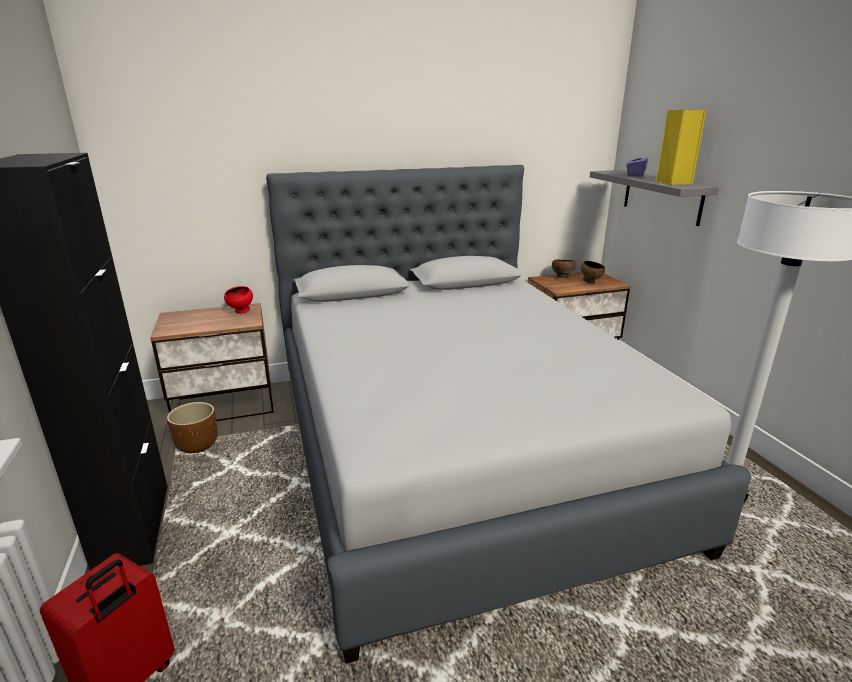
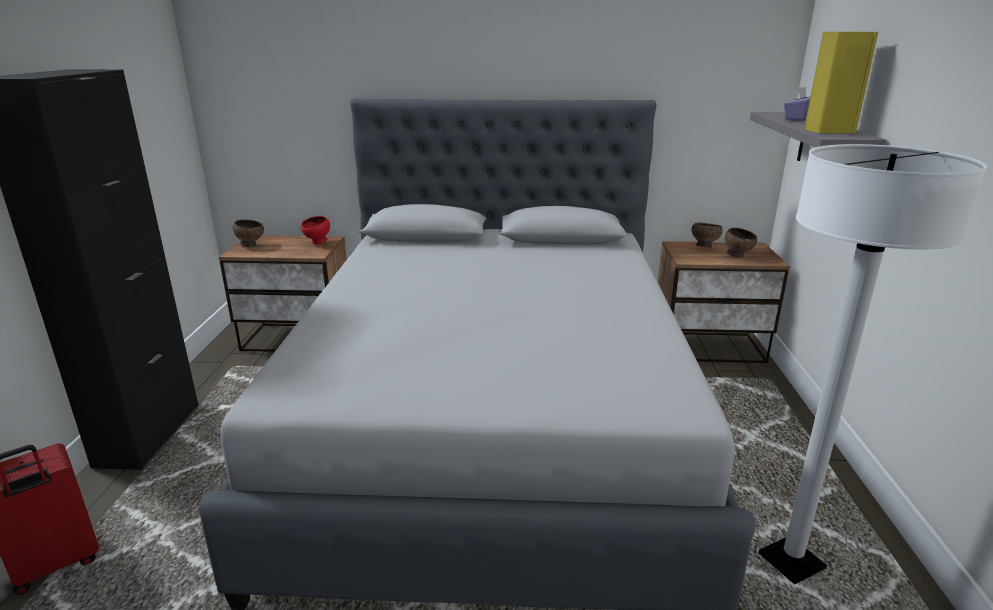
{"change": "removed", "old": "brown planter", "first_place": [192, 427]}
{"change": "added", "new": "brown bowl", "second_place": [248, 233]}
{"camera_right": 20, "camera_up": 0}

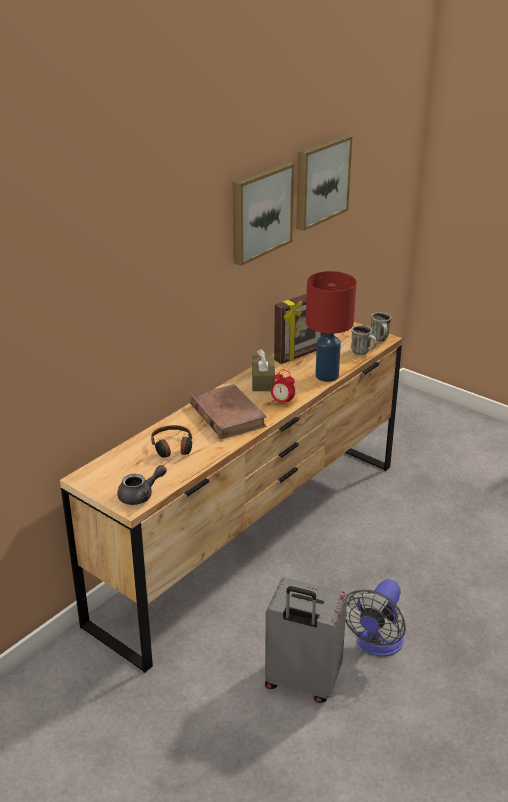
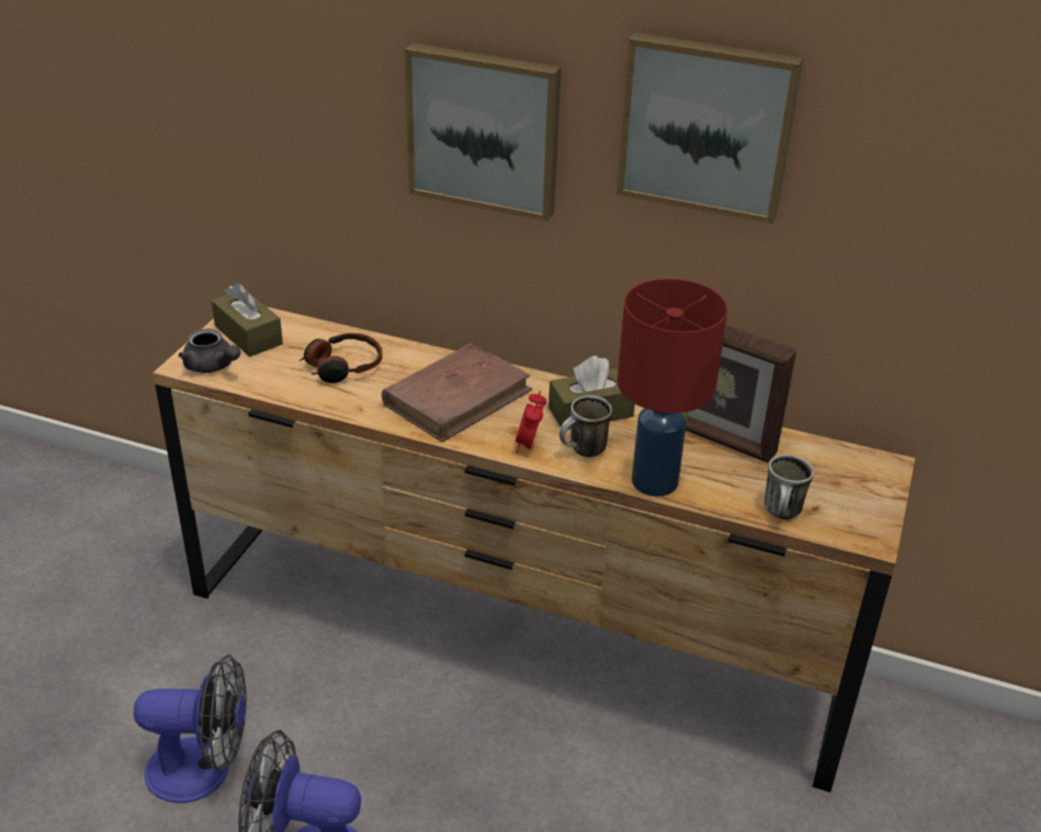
{"change": "moved", "old": "picture", "first_place": [324, 182], "second_place": [483, 132]}
{"change": "moved", "old": "mug", "first_place": [381, 326], "second_place": [585, 426]}
{"change": "replaced", "old": "grey suitcase", "new": "fan", "first_place": [306, 640], "second_place": [190, 729]}
{"change": "added", "new": "brown tissue box", "second_place": [247, 320]}
{"camera_right": 70, "camera_up": 5}

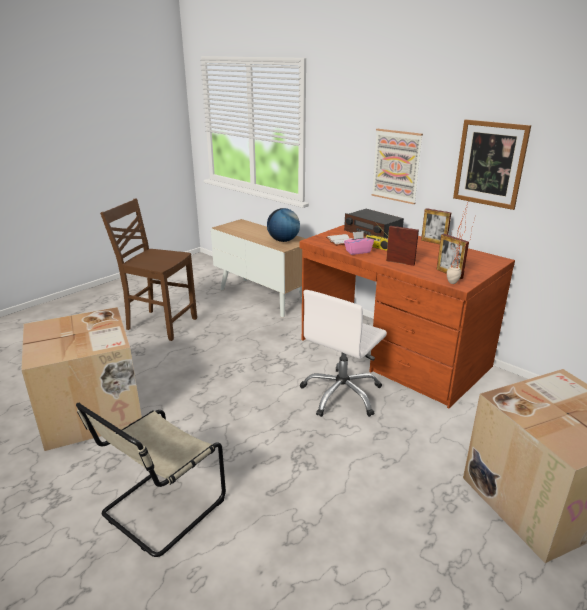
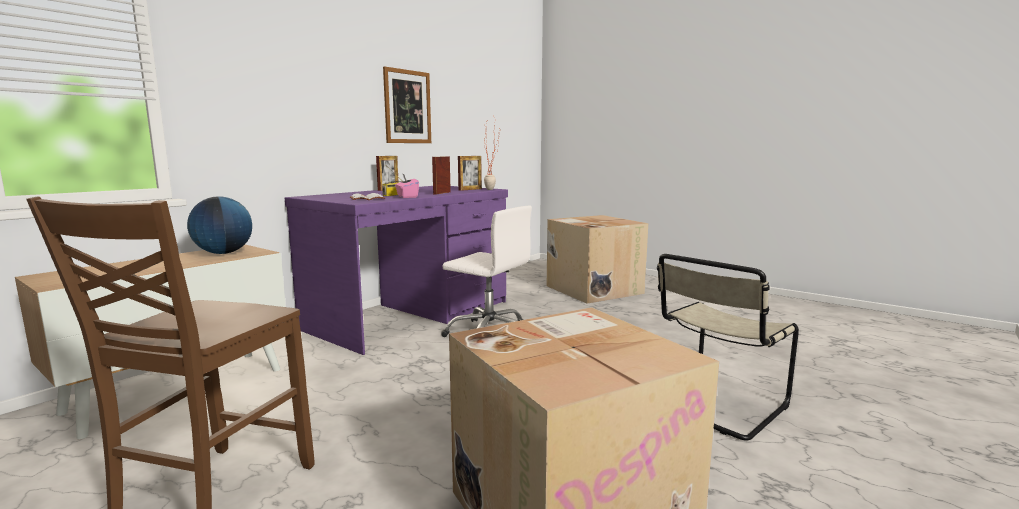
{"change": "removed", "old": "picture", "first_place": [397, 166]}
{"change": "removed", "old": "radio", "first_place": [374, 223]}
{"change": "recoloured", "old": "brown desk", "new": "purple desk", "first_place": [407, 317], "second_place": [396, 270]}
{"change": "turned", "old": "beige chair", "first_place": [151, 480], "second_place": [728, 347], "degrees": 105}
{"camera_right": -95, "camera_up": -15}

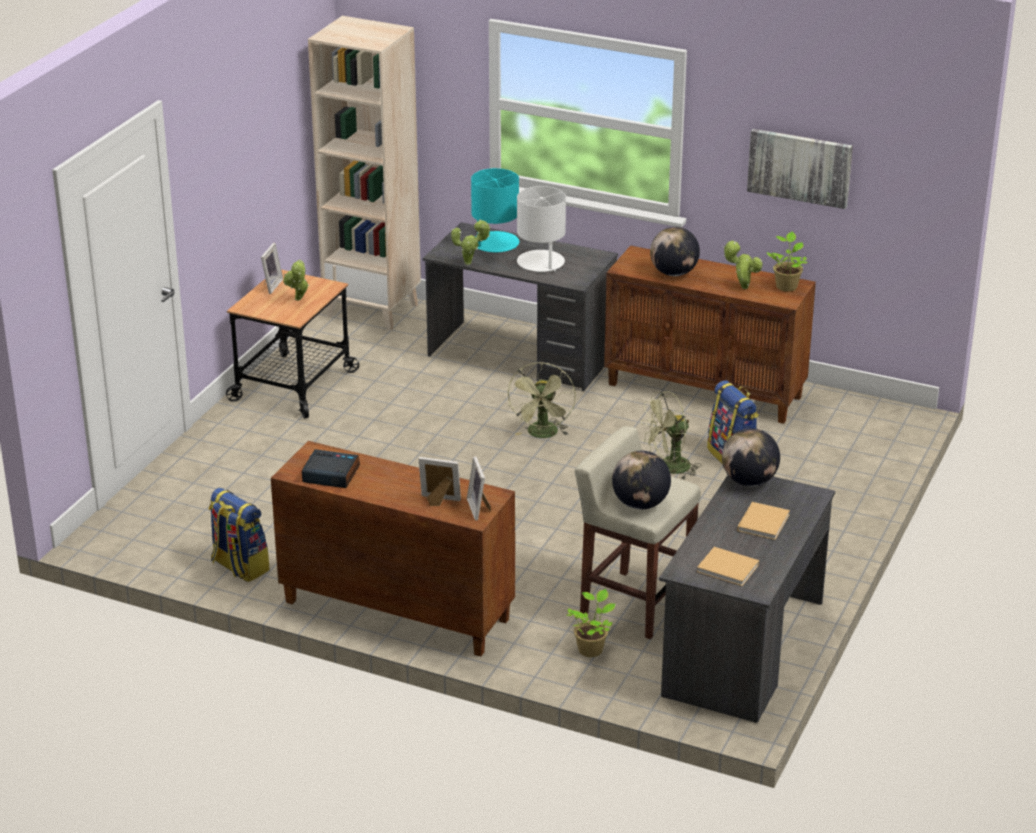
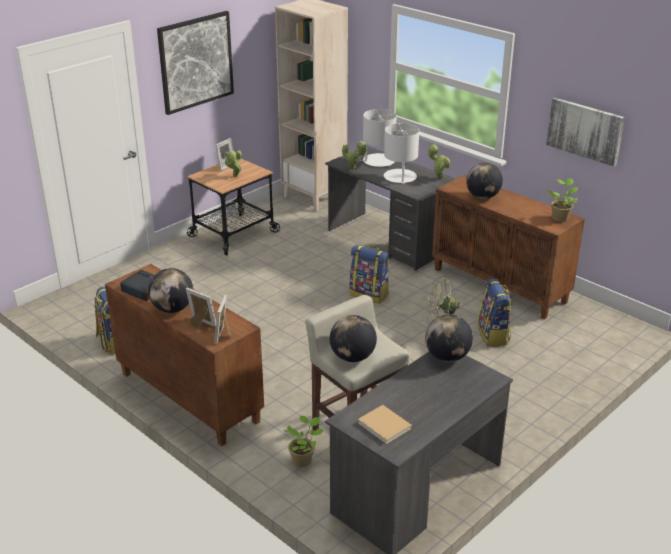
{"change": "recoloured", "old": "turquoise table lamp", "new": "white table lamp", "first_place": [495, 210], "second_place": [378, 138]}
{"change": "moved", "old": "potted plant", "first_place": [742, 264], "second_place": [439, 161]}
{"change": "replaced", "old": "green fan", "new": "backpack", "first_place": [542, 400], "second_place": [369, 274]}
{"change": "removed", "old": "beige book", "first_place": [763, 521]}
{"change": "added", "new": "picture", "second_place": [195, 63]}
{"change": "added", "new": "globe", "second_place": [171, 290]}
{"camera_right": 20, "camera_up": 0}

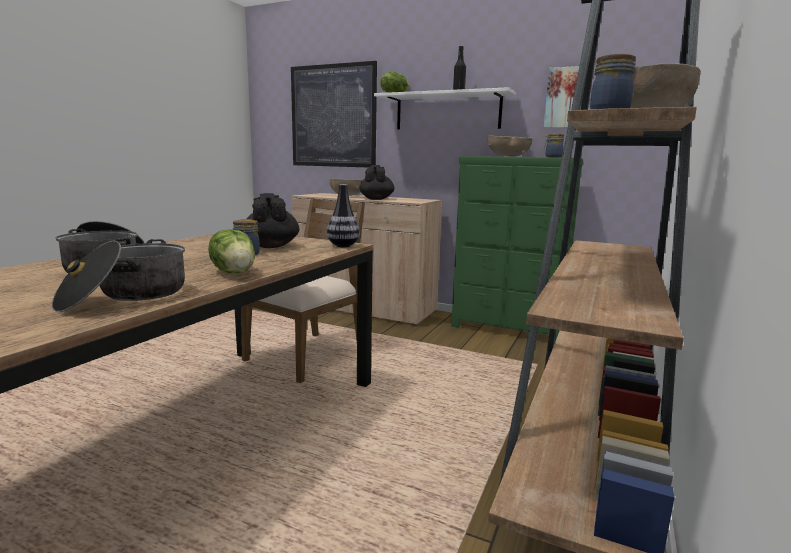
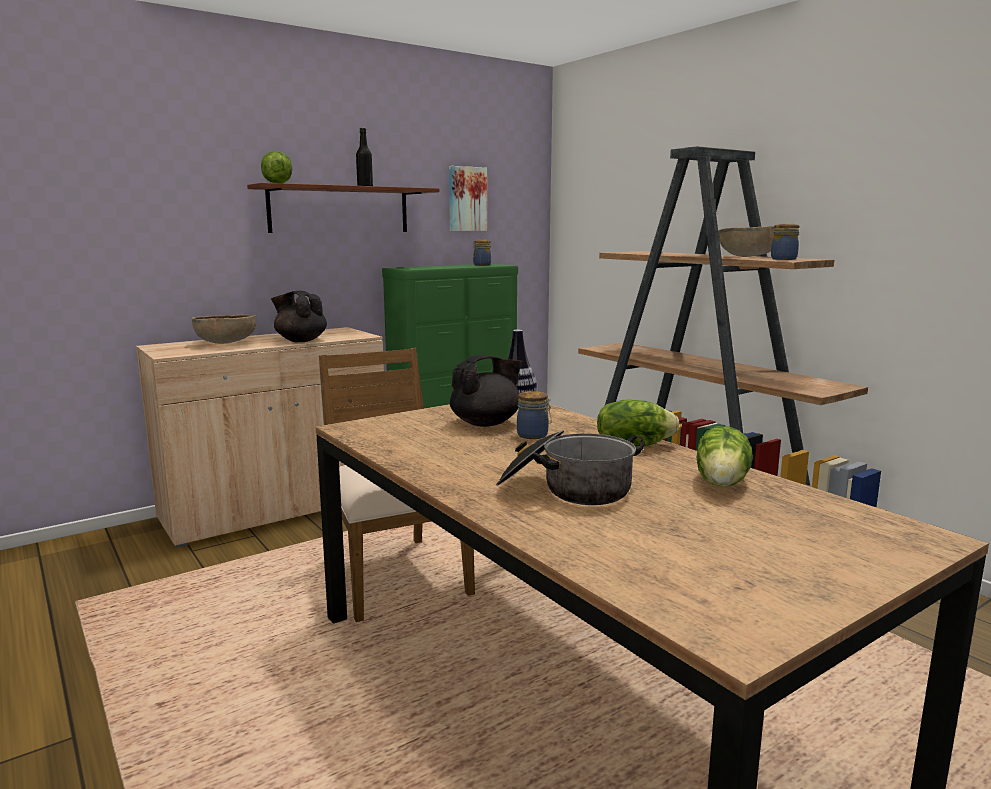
{"change": "removed", "old": "picture", "first_place": [334, 114]}
{"change": "recoloured", "old": "white shelf", "new": "brown shelf", "first_place": [445, 108], "second_place": [343, 208]}
{"change": "removed", "old": "brown bowl", "first_place": [510, 146]}
{"change": "turned", "old": "black teapot", "first_place": [273, 220], "second_place": [486, 391], "degrees": 135}
{"change": "replaced", "old": "cooking pot", "new": "lettuce", "first_place": [118, 275], "second_place": [725, 456]}
{"camera_right": -60, "camera_up": 0}

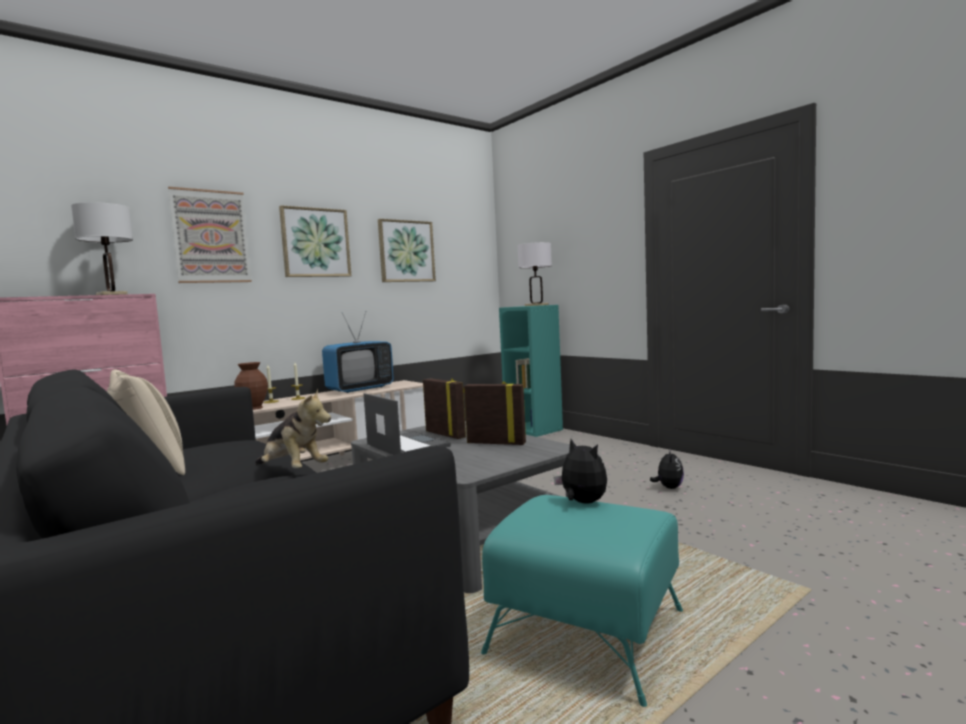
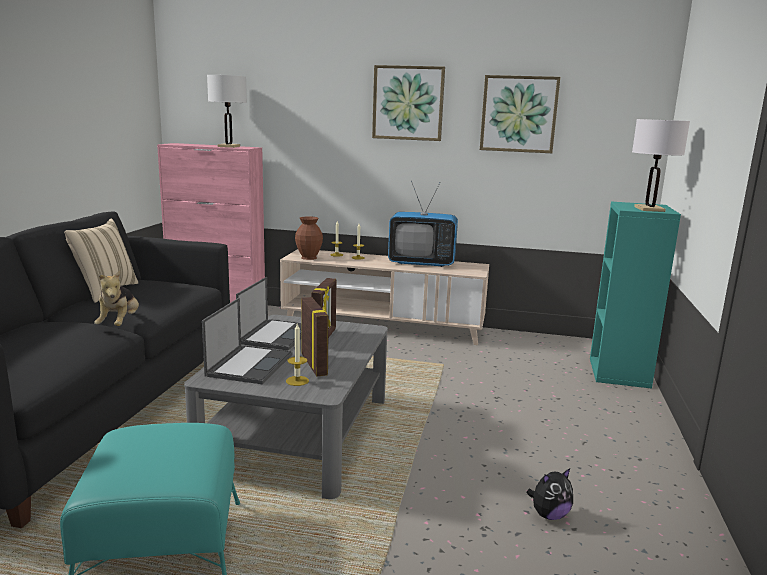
{"change": "removed", "old": "picture", "first_place": [210, 235]}
{"change": "removed", "old": "plush toy", "first_place": [580, 471]}
{"change": "added", "new": "laptop", "second_place": [247, 341]}
{"change": "added", "new": "candle", "second_place": [297, 355]}
{"camera_right": 50, "camera_up": 10}

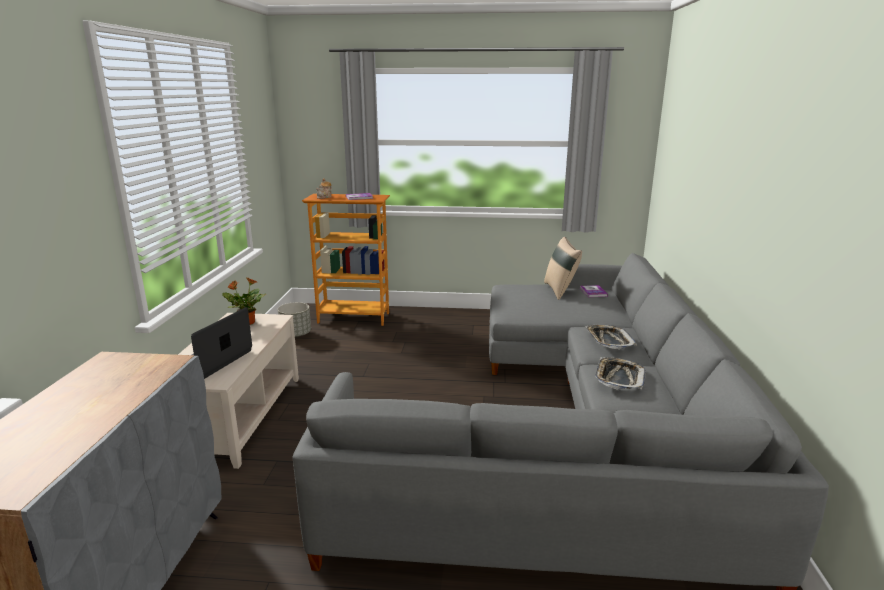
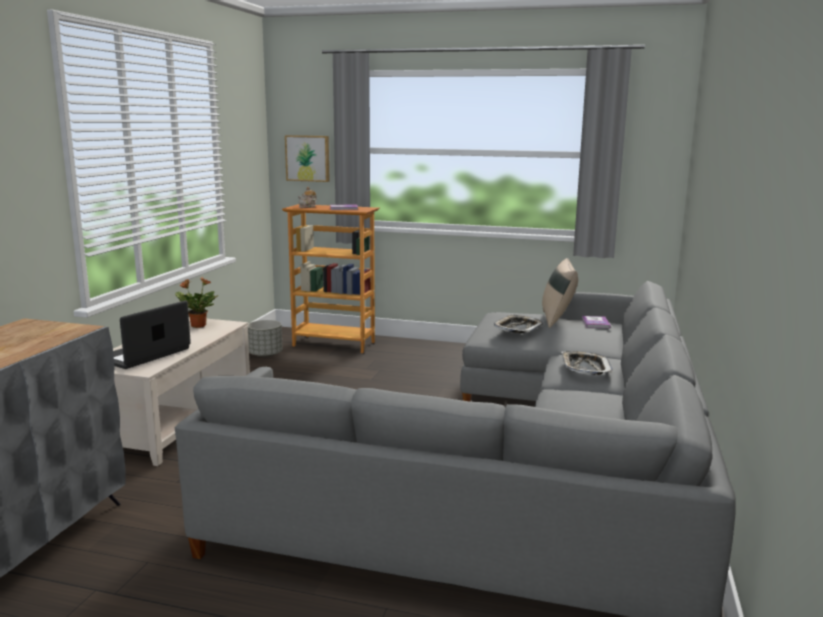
{"change": "moved", "old": "tray", "first_place": [620, 373], "second_place": [518, 324]}
{"change": "added", "new": "picture", "second_place": [307, 158]}
{"camera_right": 10, "camera_up": -5}

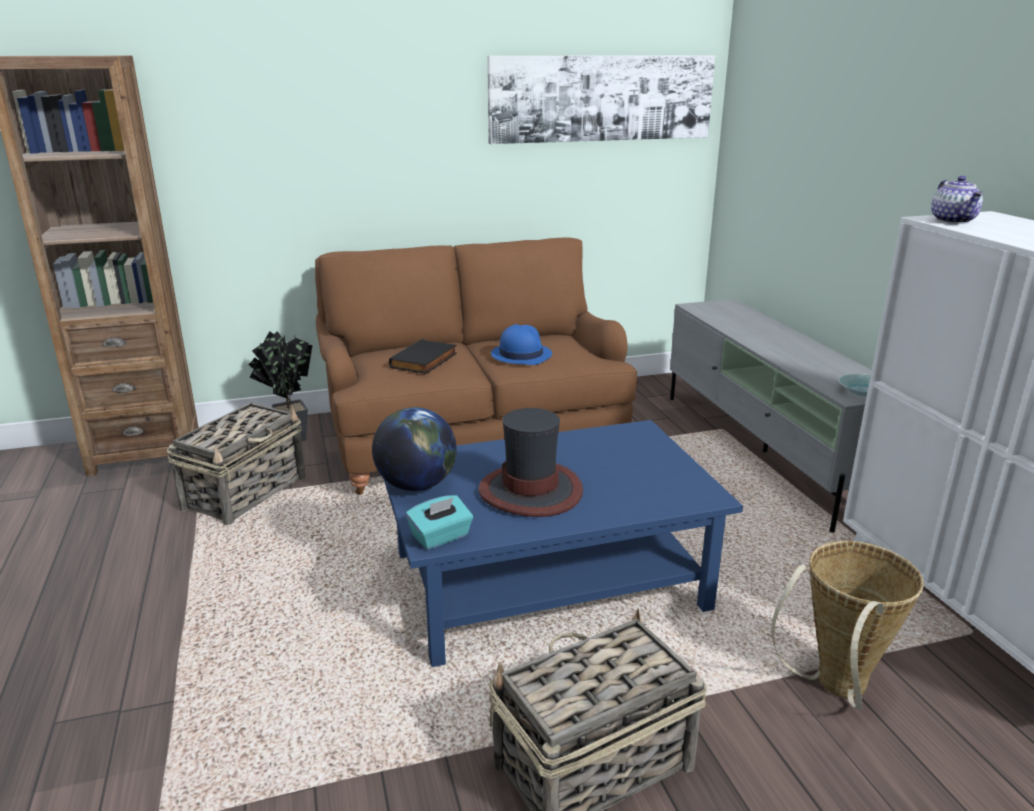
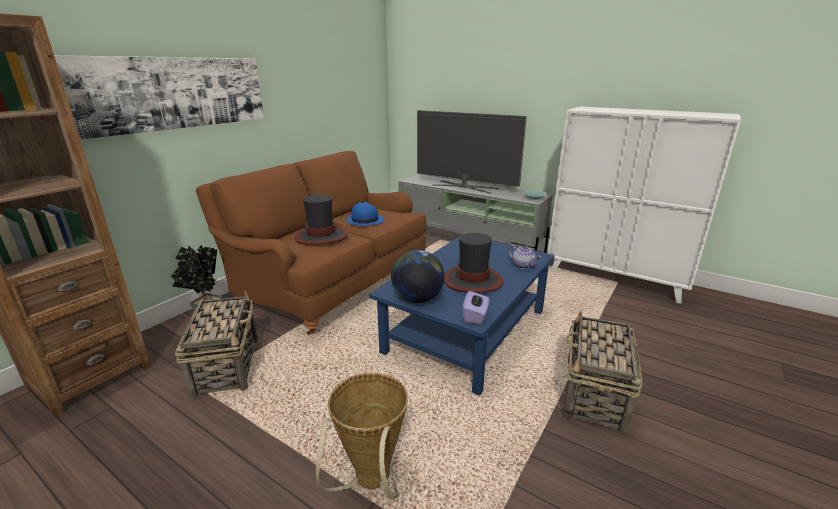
{"change": "moved", "old": "picture", "first_place": [601, 99], "second_place": [159, 97]}
{"change": "moved", "old": "teapot", "first_place": [957, 200], "second_place": [524, 257]}
{"change": "replaced", "old": "black book", "new": "hat", "first_place": [423, 356], "second_place": [321, 220]}
{"change": "recoloured", "old": "turquoise tissue box", "new": "purple tissue box", "first_place": [439, 522], "second_place": [475, 308]}
{"change": "moved", "old": "basket", "first_place": [847, 625], "second_place": [361, 436]}
{"change": "added", "new": "television", "second_place": [472, 152]}
{"camera_right": -40, "camera_up": 0}

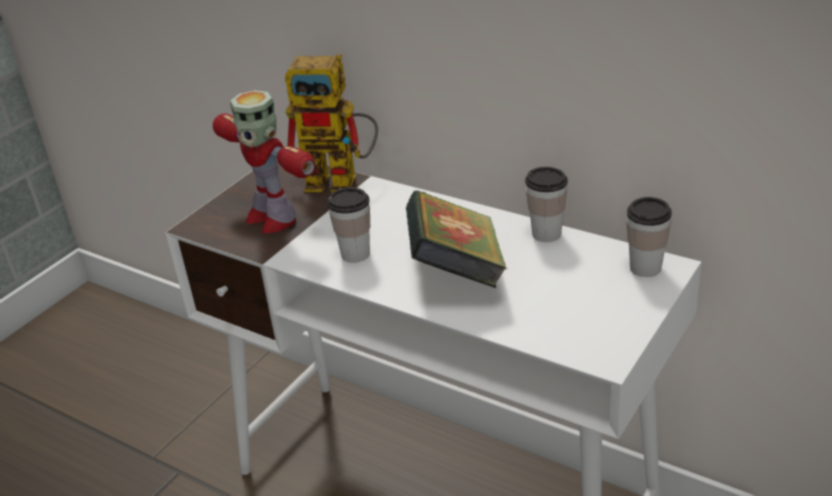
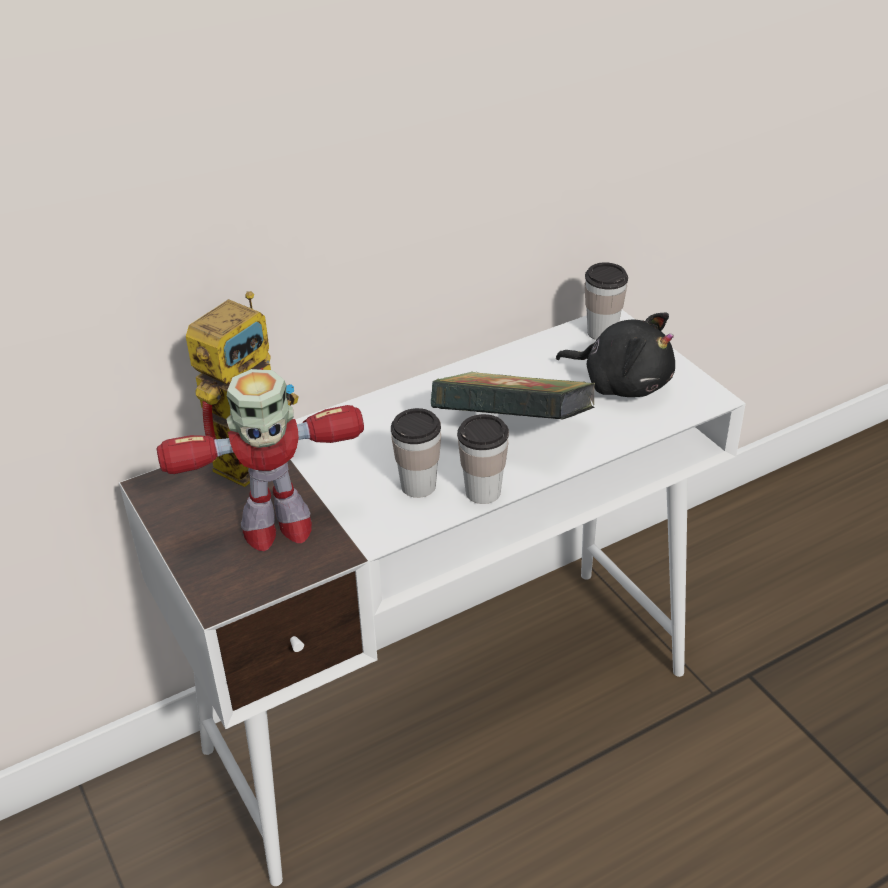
{"change": "moved", "old": "cup", "first_place": [546, 204], "second_place": [483, 459]}
{"change": "added", "new": "black plush toy", "second_place": [615, 354]}
{"camera_right": -65, "camera_up": 5}

